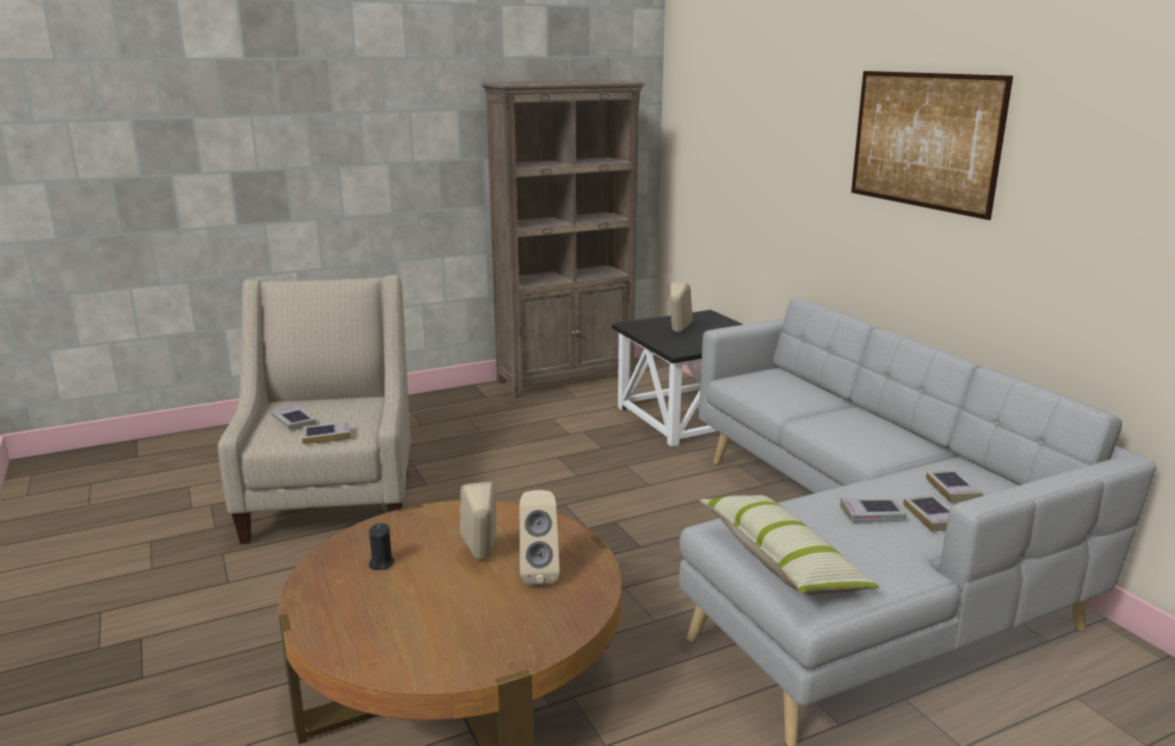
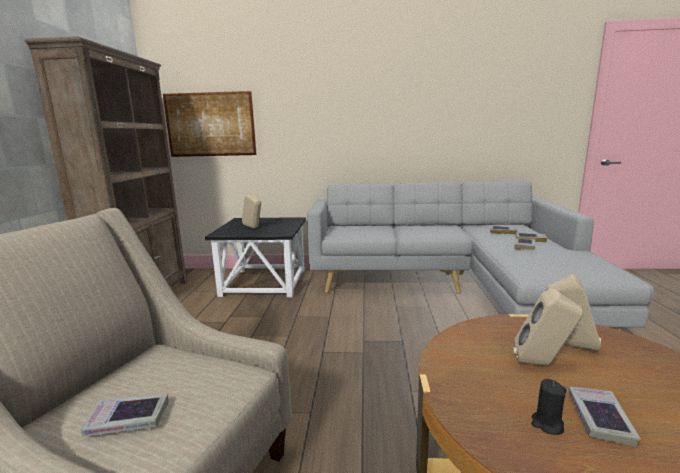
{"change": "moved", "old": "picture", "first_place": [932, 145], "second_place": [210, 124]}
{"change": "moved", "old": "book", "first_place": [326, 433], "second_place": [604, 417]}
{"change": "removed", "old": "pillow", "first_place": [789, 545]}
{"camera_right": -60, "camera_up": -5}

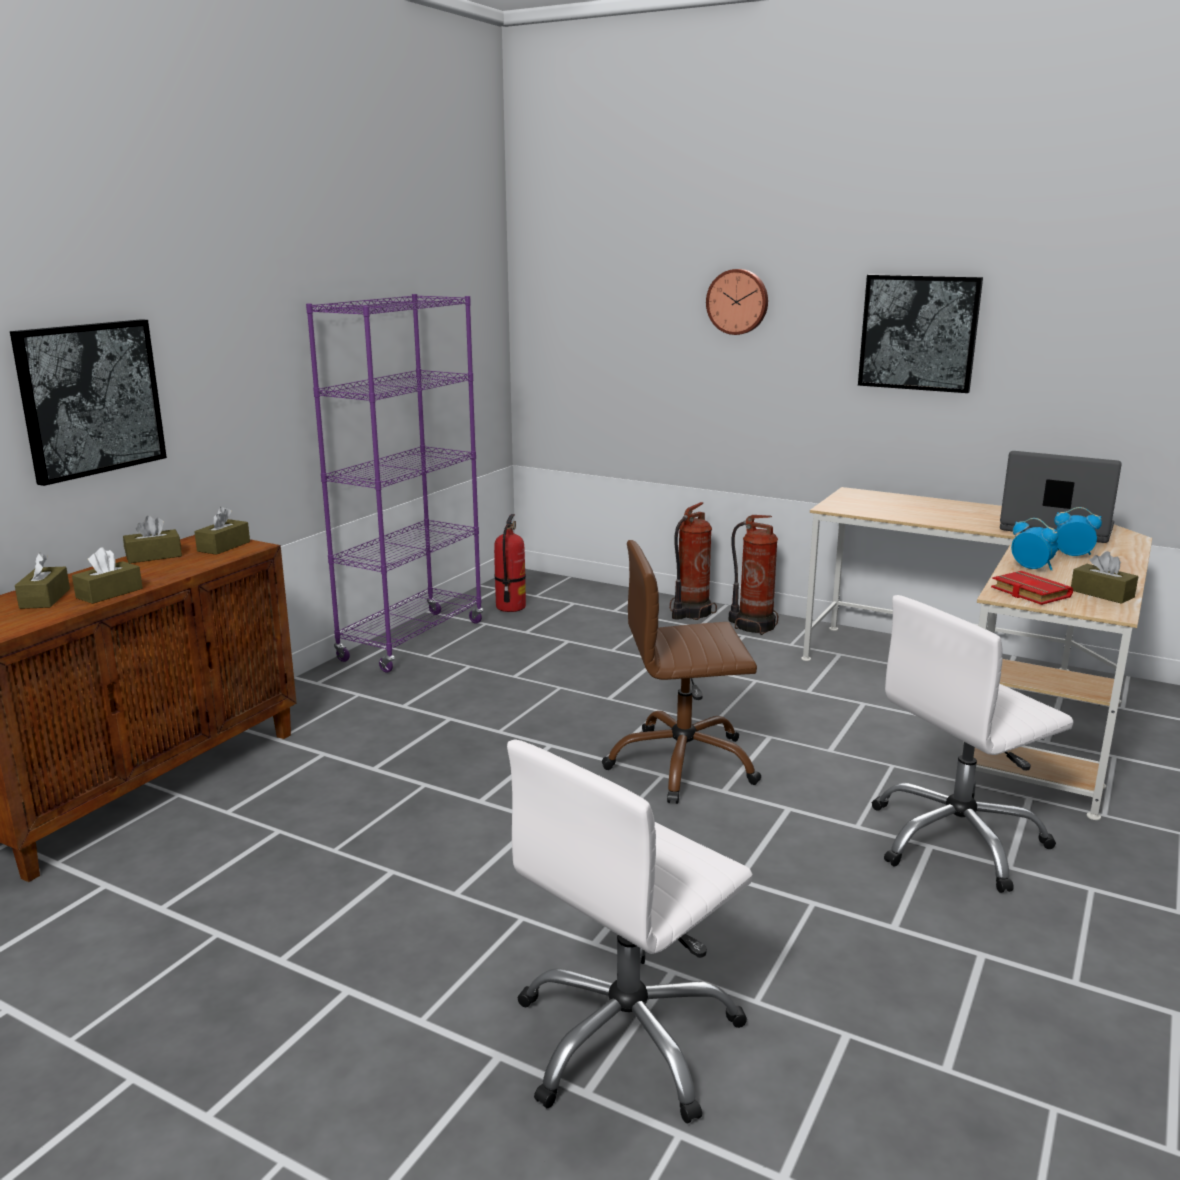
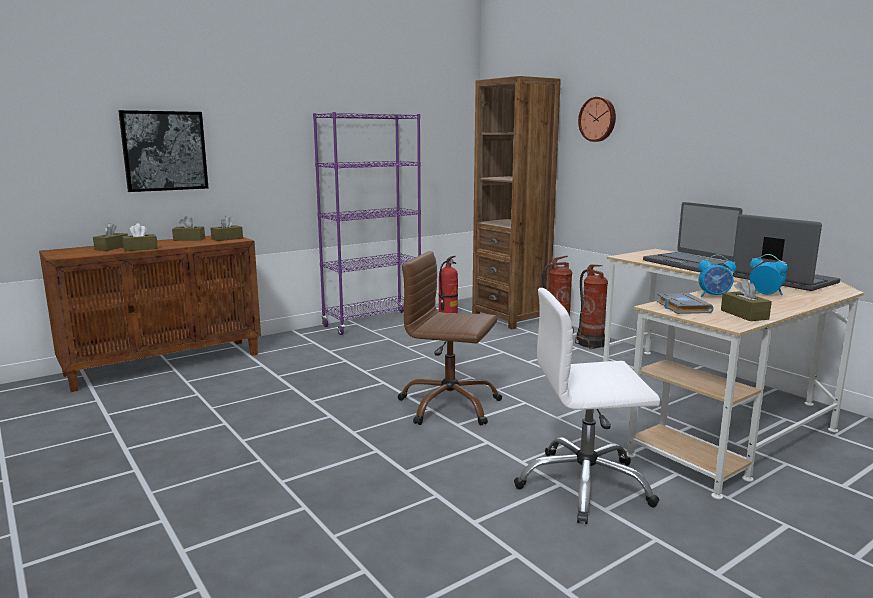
{"change": "removed", "old": "picture", "first_place": [920, 334]}
{"change": "turned", "old": "alarm clock", "first_place": [1034, 544], "second_place": [717, 276], "degrees": 120}
{"change": "recoloured", "old": "red book", "new": "grey book", "first_place": [1032, 588], "second_place": [685, 303]}
{"change": "removed", "old": "white office chair", "first_place": [630, 931]}
{"change": "added", "new": "brown bookcase", "second_place": [516, 202]}
{"change": "added", "new": "laptop", "second_place": [692, 237]}
{"camera_right": 25, "camera_up": -5}

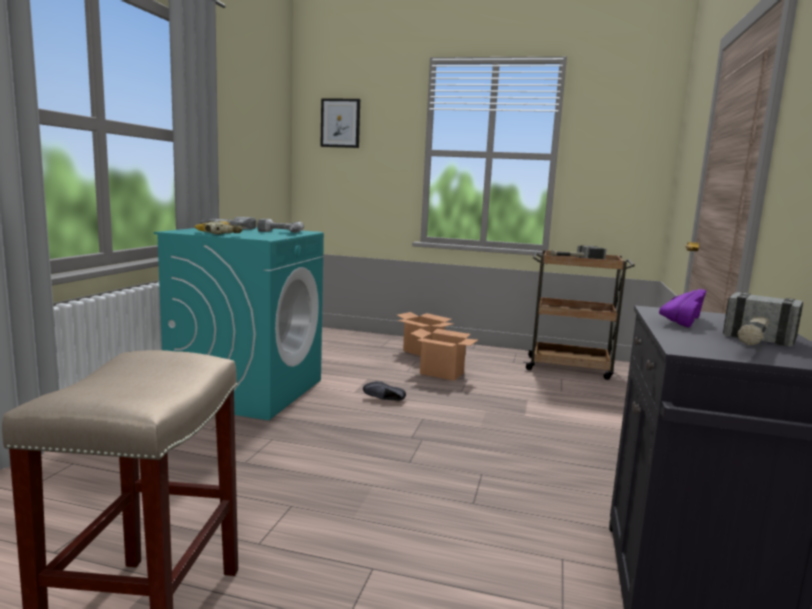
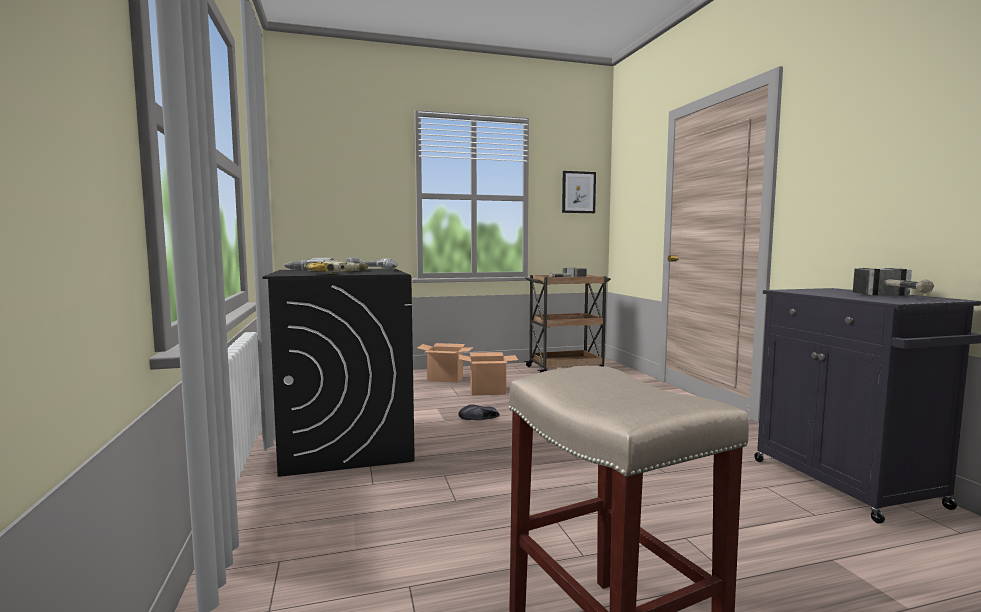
{"change": "moved", "old": "picture", "first_place": [340, 123], "second_place": [579, 192]}
{"change": "recoloured", "old": "turquoise washing machine", "new": "black washing machine", "first_place": [239, 323], "second_place": [339, 373]}
{"change": "removed", "old": "purple shoe", "first_place": [682, 308]}
{"camera_right": -30, "camera_up": -5}

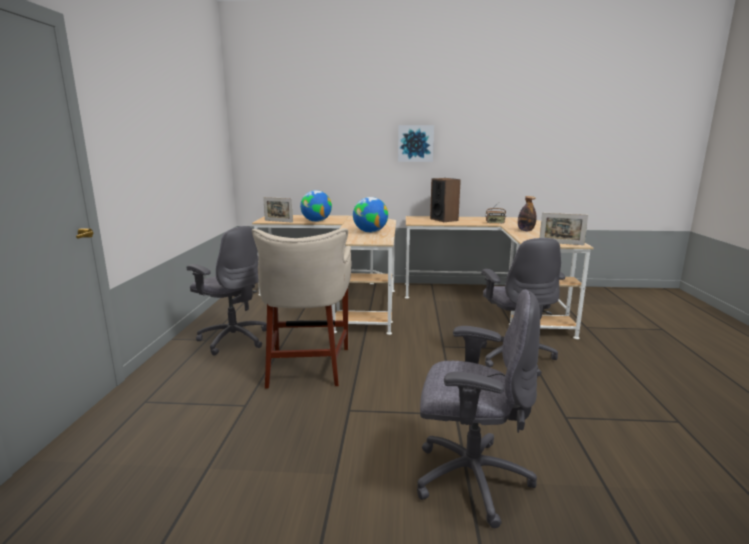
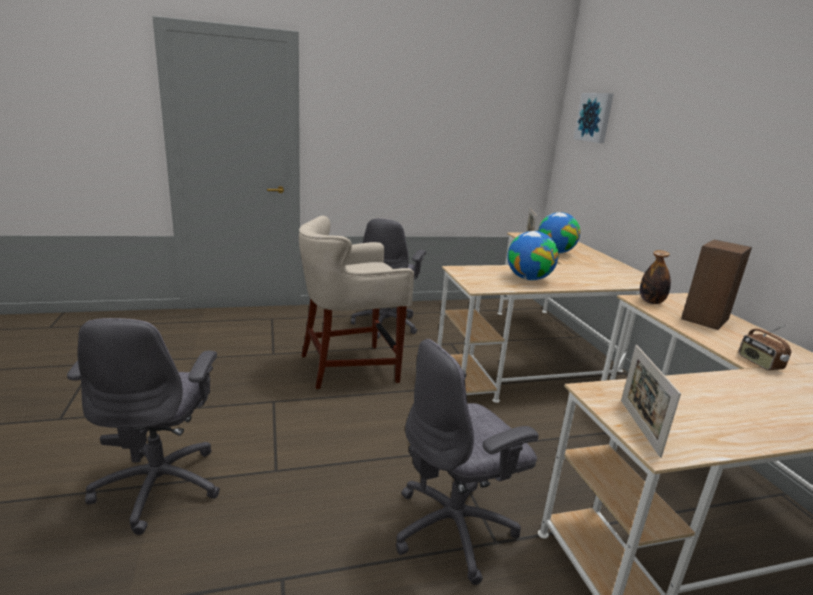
{"change": "moved", "old": "picture", "first_place": [416, 143], "second_place": [594, 118]}
{"change": "moved", "old": "bottle", "first_place": [527, 213], "second_place": [655, 277]}
{"camera_right": 70, "camera_up": 5}

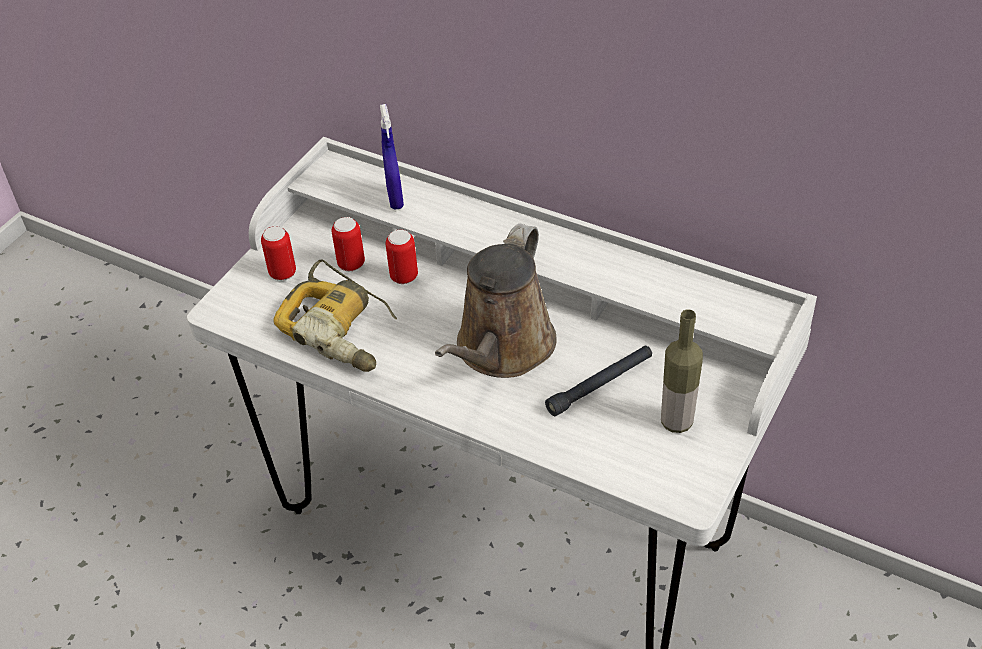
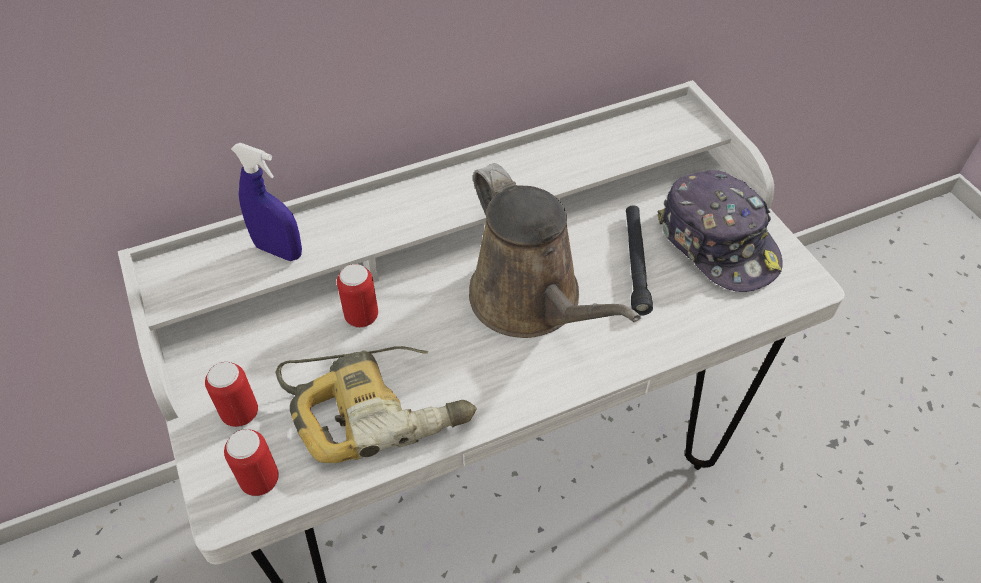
{"change": "moved", "old": "can", "first_place": [348, 244], "second_place": [251, 462]}
{"change": "replaced", "old": "bottle", "new": "cap", "first_place": [682, 371], "second_place": [720, 231]}
{"camera_right": -55, "camera_up": 5}

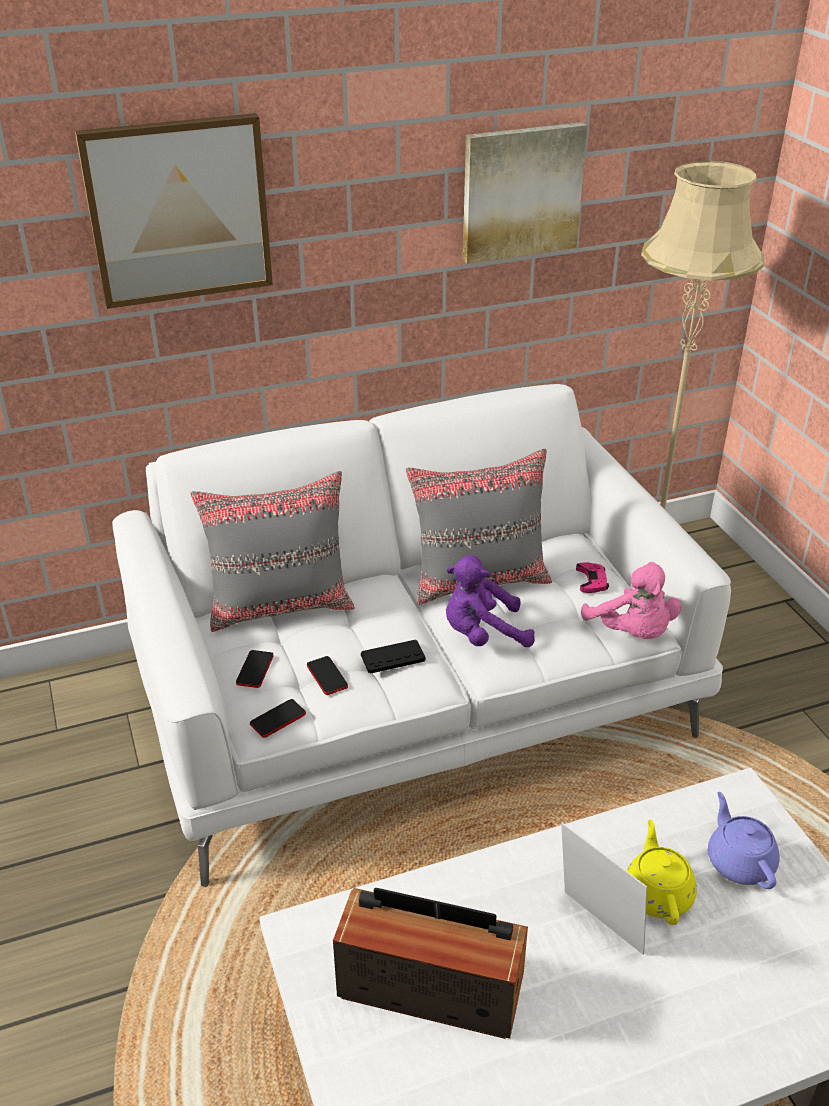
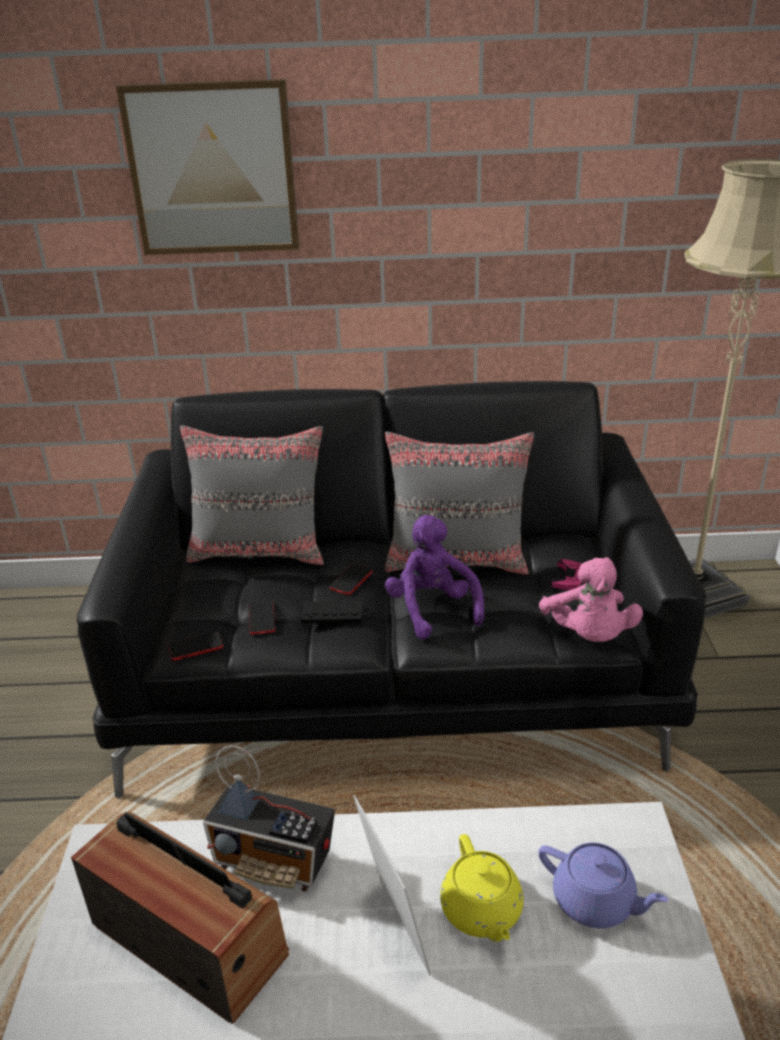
{"change": "removed", "old": "picture", "first_place": [525, 193]}
{"change": "recoloured", "old": "white sofa", "new": "black sofa", "first_place": [421, 635], "second_place": [391, 590]}
{"change": "turned", "old": "purple plush toy", "first_place": [490, 601], "second_place": [434, 577], "degrees": 60}
{"change": "moved", "old": "phone", "first_place": [254, 669], "second_place": [351, 579]}
{"change": "turned", "old": "purple teapot", "first_place": [743, 840], "second_place": [603, 885], "degrees": 120}
{"change": "turned", "old": "yellow teapot", "first_place": [662, 872], "second_place": [481, 888], "degrees": 150}
{"change": "added", "new": "radio", "second_place": [269, 818]}
{"camera_right": 20, "camera_up": -5}

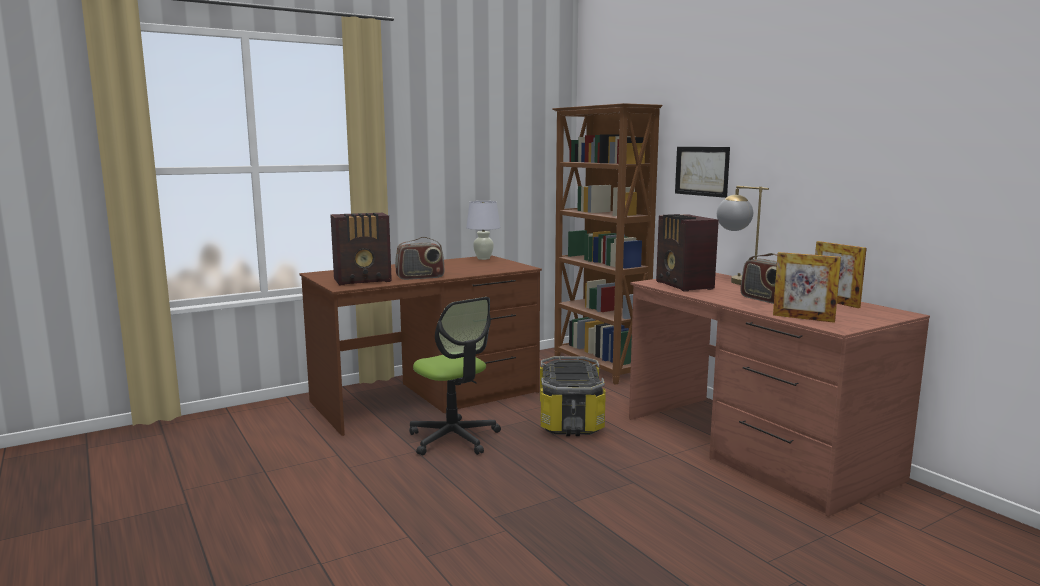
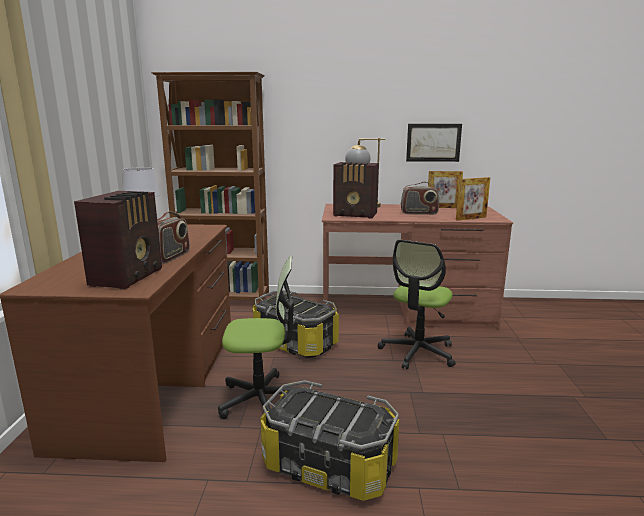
{"change": "moved", "old": "picture", "first_place": [702, 172], "second_place": [434, 143]}
{"change": "added", "new": "office chair", "second_place": [417, 305]}
{"change": "added", "new": "storage box", "second_place": [330, 440]}
{"camera_right": -55, "camera_up": 5}

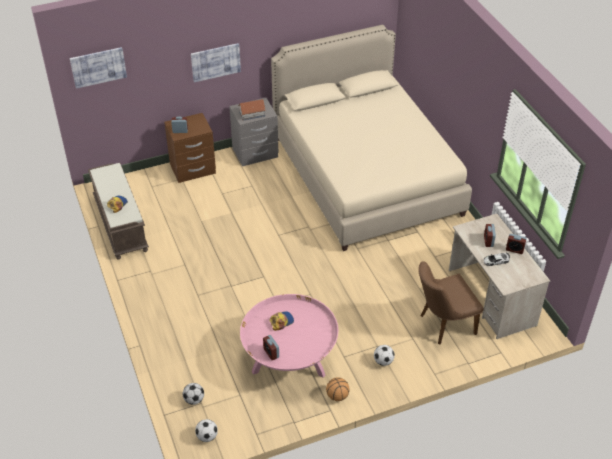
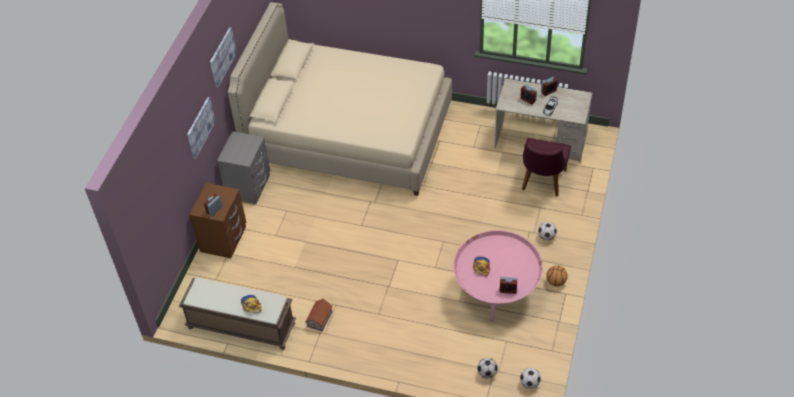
{"change": "moved", "old": "picture", "first_place": [98, 68], "second_place": [223, 57]}
{"change": "moved", "old": "toy house", "first_place": [252, 109], "second_place": [318, 314]}
{"change": "recoloured", "old": "brown chair", "new": "purple chair", "first_place": [451, 302], "second_place": [546, 167]}
{"camera_right": -50, "camera_up": 5}

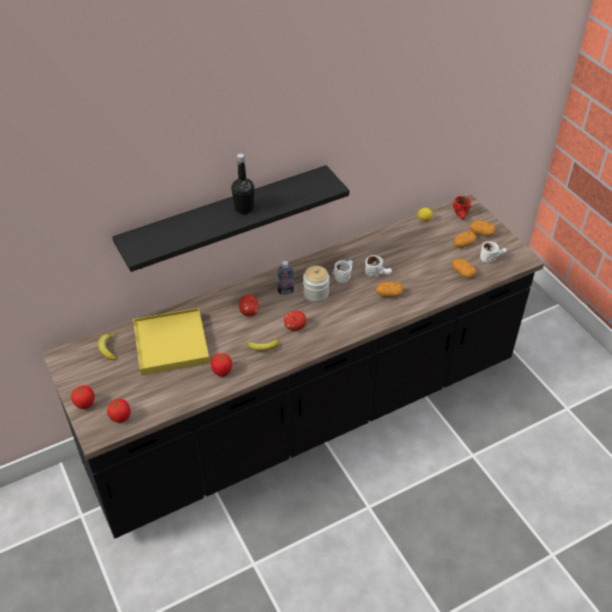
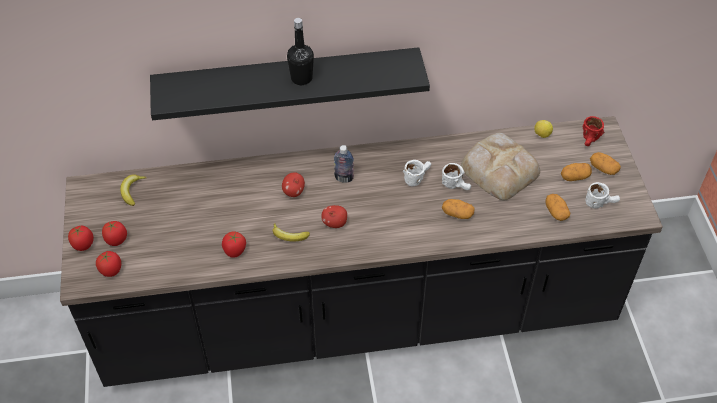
{"change": "removed", "old": "jar", "first_place": [316, 284]}
{"change": "removed", "old": "yellow tray", "first_place": [171, 342]}
{"change": "added", "new": "bread", "second_place": [500, 166]}
{"change": "added", "new": "tomato", "second_place": [114, 233]}
{"camera_right": 20, "camera_up": 5}

